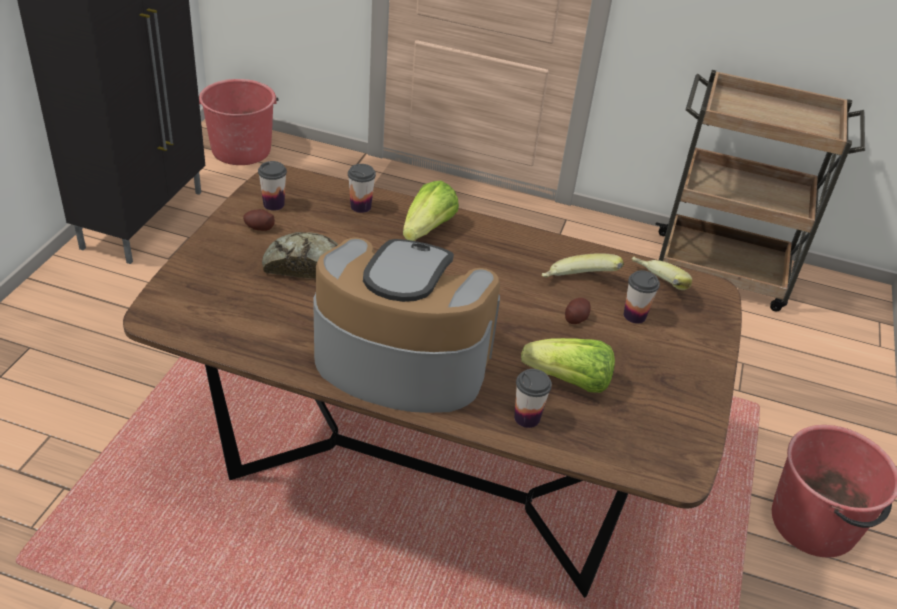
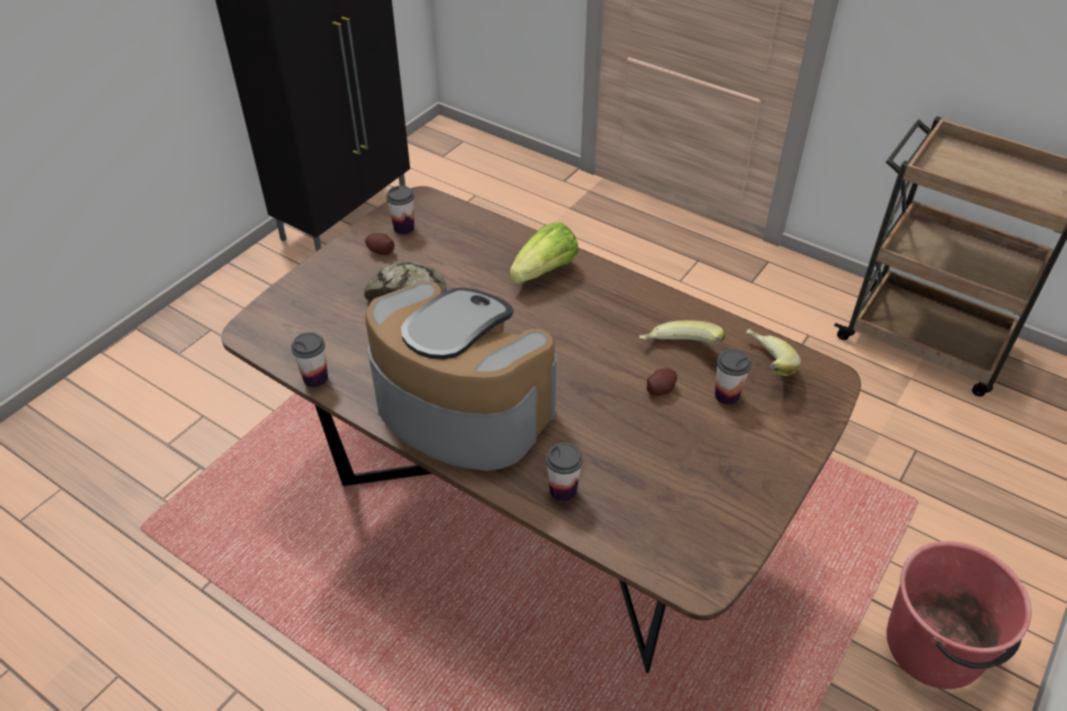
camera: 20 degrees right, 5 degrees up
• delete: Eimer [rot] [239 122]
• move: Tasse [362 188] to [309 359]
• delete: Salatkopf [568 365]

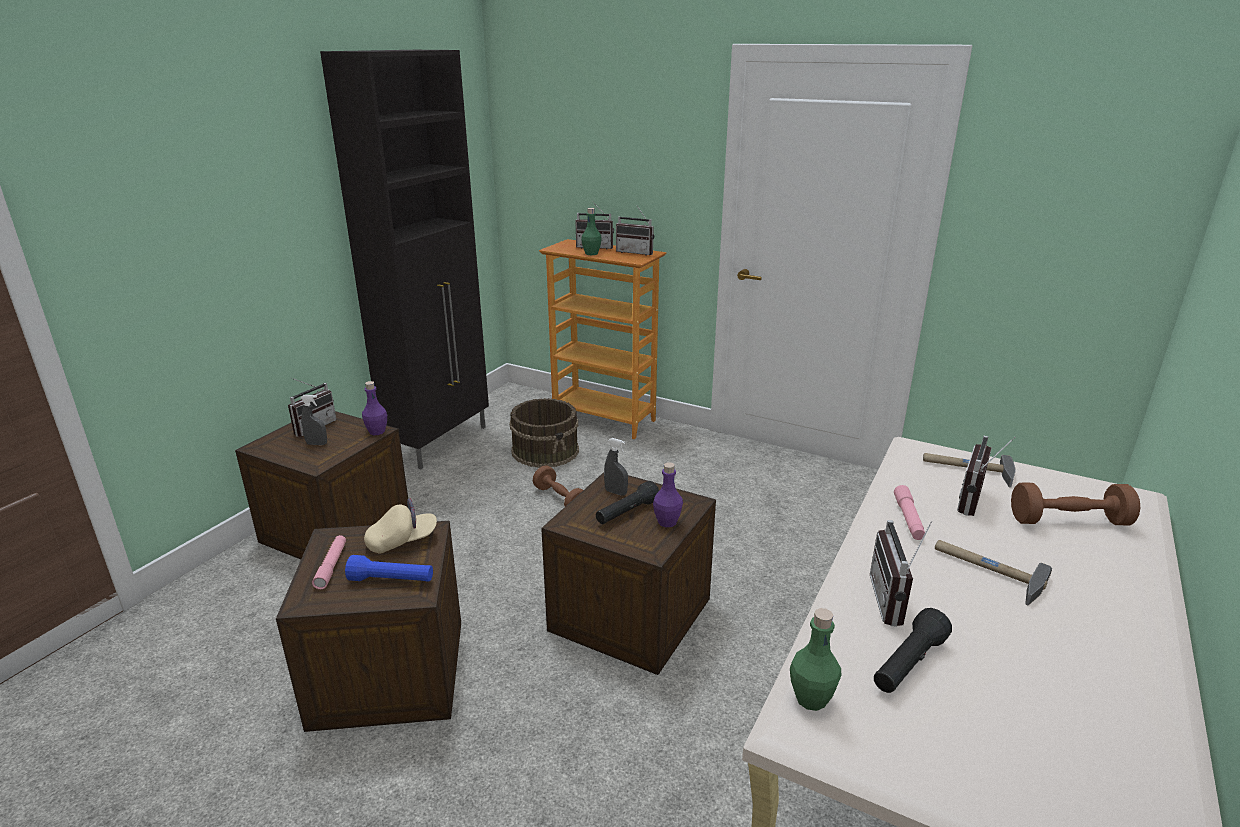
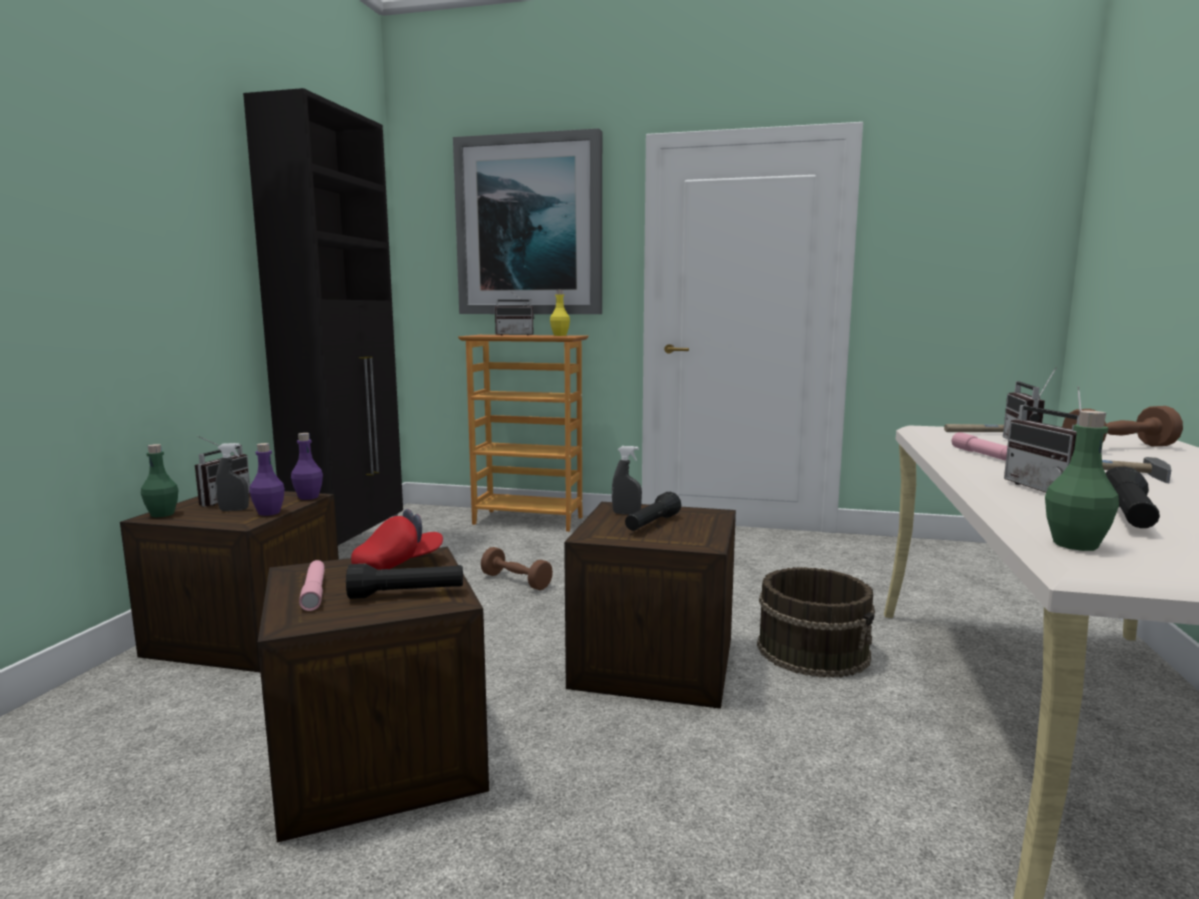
camera: 15 degrees left, 15 degrees down
• recolor: Taschenlampe [blau] [389 568] to Taschenlampe [schwarz] [404 581]
• recolor: Kappe [beige] [400 525] to Kappe [rot] [397 539]
• move: Eimer [braun] [544 433] to [816 622]
• move: Flasche [grün] [591 231] to [159 480]
• replace: Radio [635 231] to Flasche [gelb] [560 313]
• move: Flasche [lila] [668 494] to [267 479]
• insert: Bild [527 221]

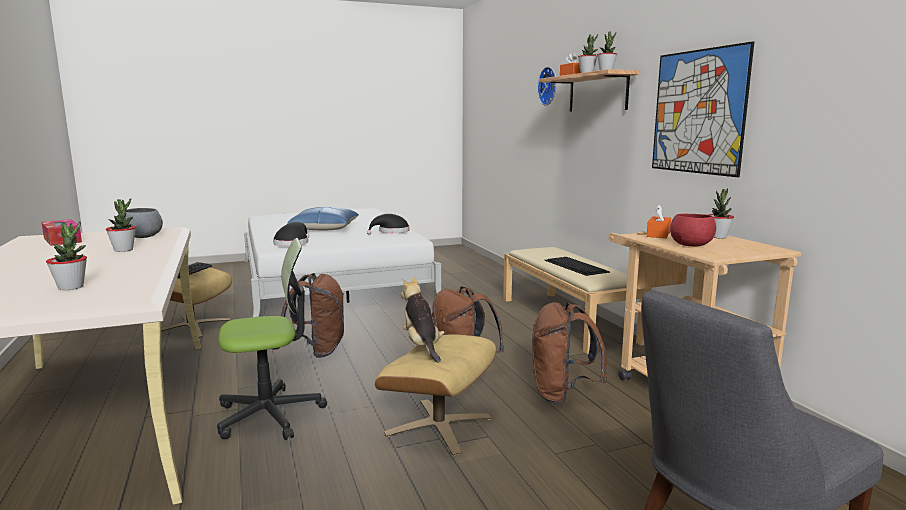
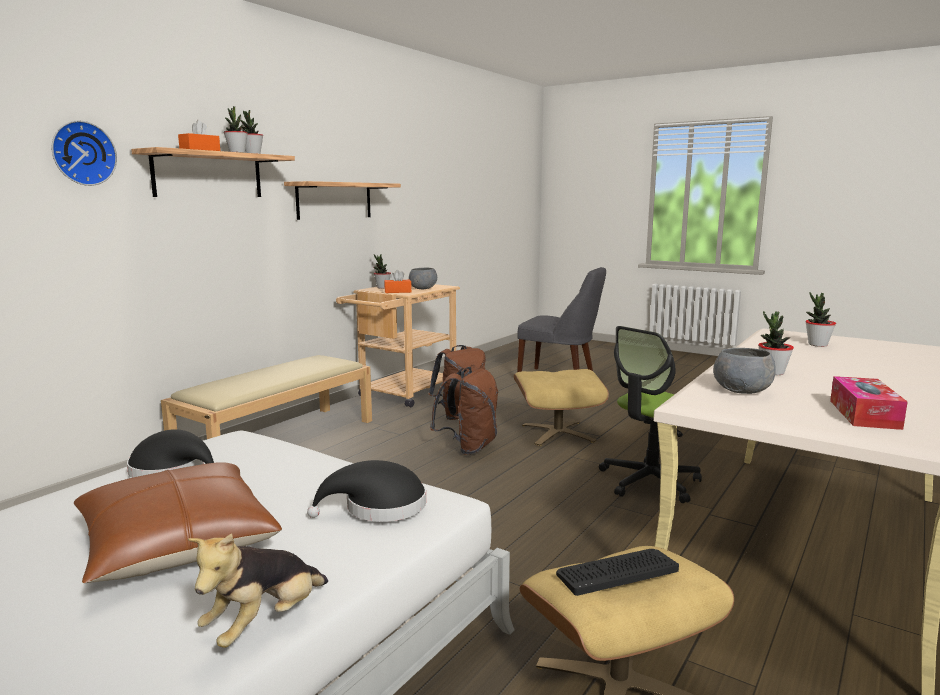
camera: 125 degrees left, 0 degrees up
• rotate: Bürostuhl [272 339] = [650 414] 75 degrees counterclockwise
• delete: Rucksack [braun] [312 315]
• recolor: Kissen [blau] [323 218] to Kissen [braun] [178 522]
• move: Plüschtier [422 320] to [258 590]
• delete: Tastatur [577 266]
• replace: Bild [703 109] to Wandregal [342 200]
• recolor: Schüssel [rot] [693 230] to Schüssel [grau] [423 278]

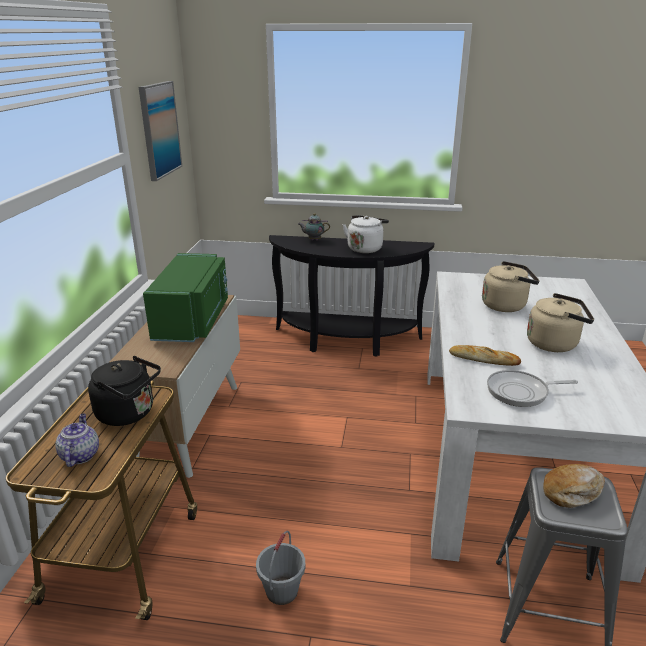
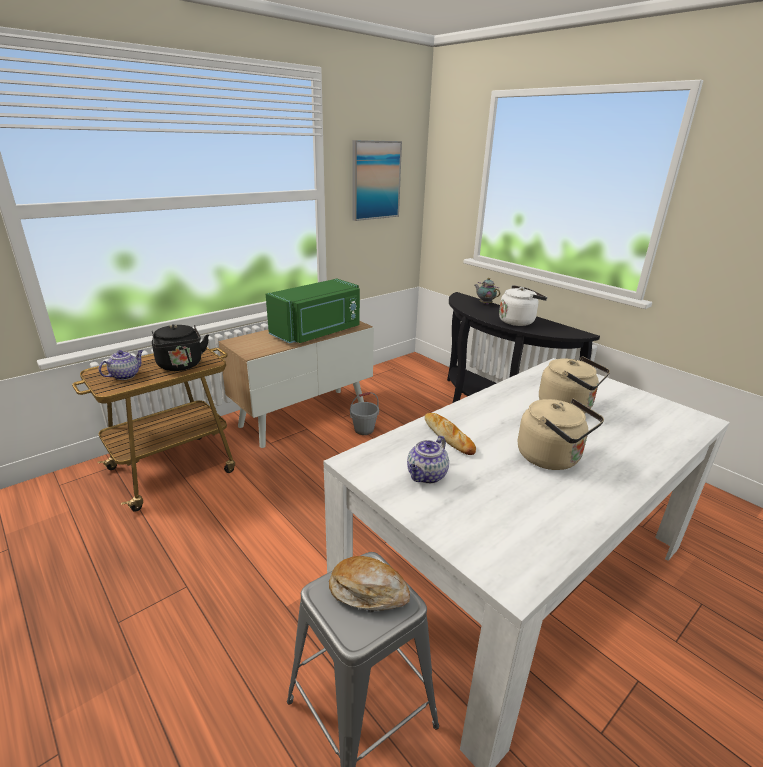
camera: 40 degrees right, 0 degrees up
• move: Eimer [grau] [280 568] to [364 413]
• replace: Pfanne [532 388] to Teekanne [428 460]

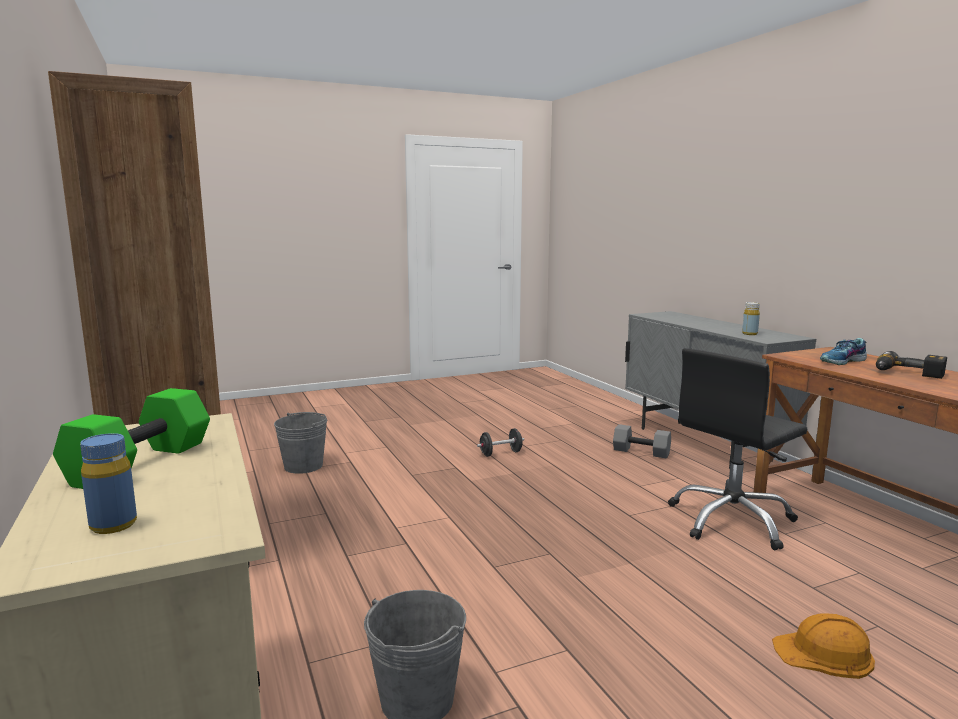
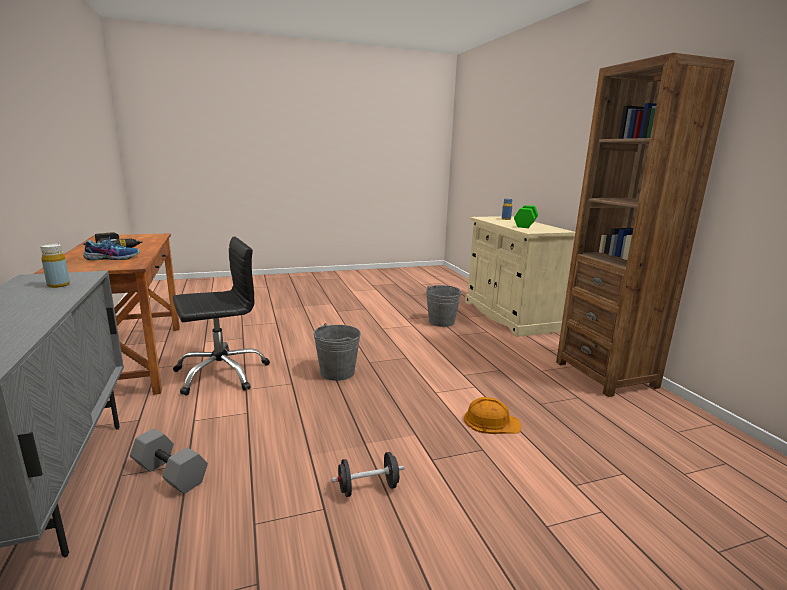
camera: 175 degrees left, 5 degrees up
• move: Eimer [grau] [300 443] to [337 352]
• move: Schutzhelm [orange] [823 646] to [492 415]

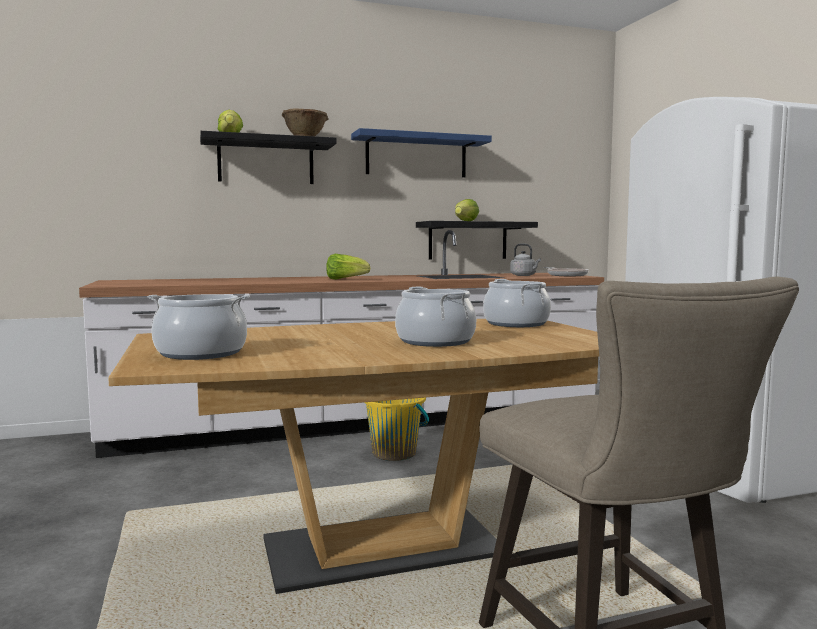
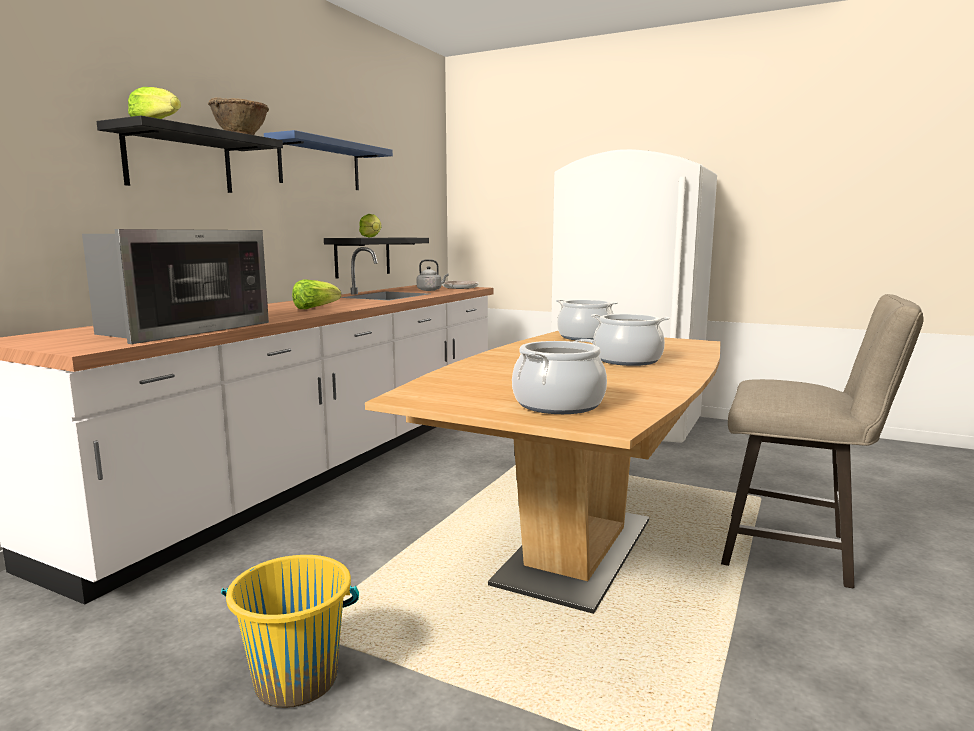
camera: 45 degrees left, 5 degrees up
• move: Eimer [gelb] [396 429] to [290 631]
• insert: Mikrowelle [175 286]

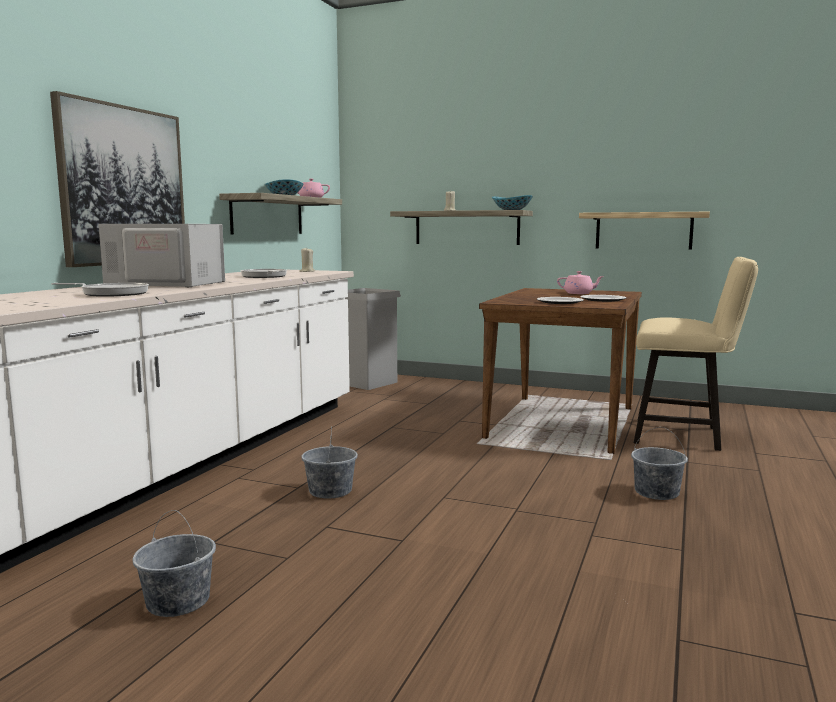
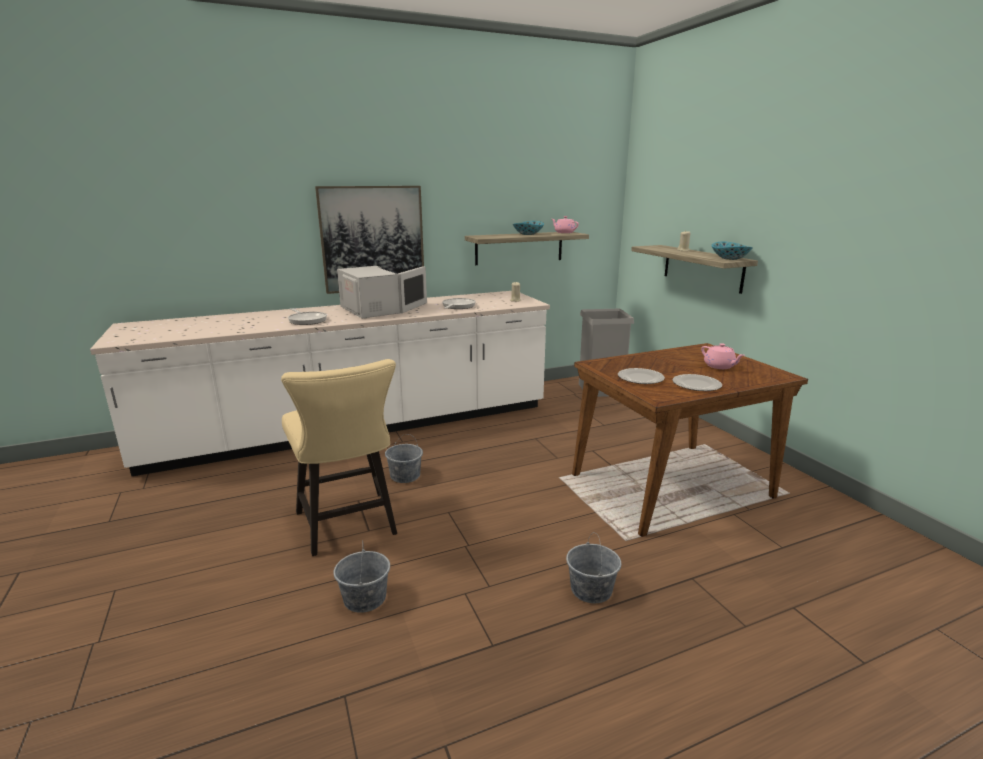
camera: 45 degrees right, 10 degrees up
• move: Eimer [grau] [174 563] to [361 576]
• delete: Wandregal [644 230]
• move: Stuhl [beige] [696 354] to [339 457]

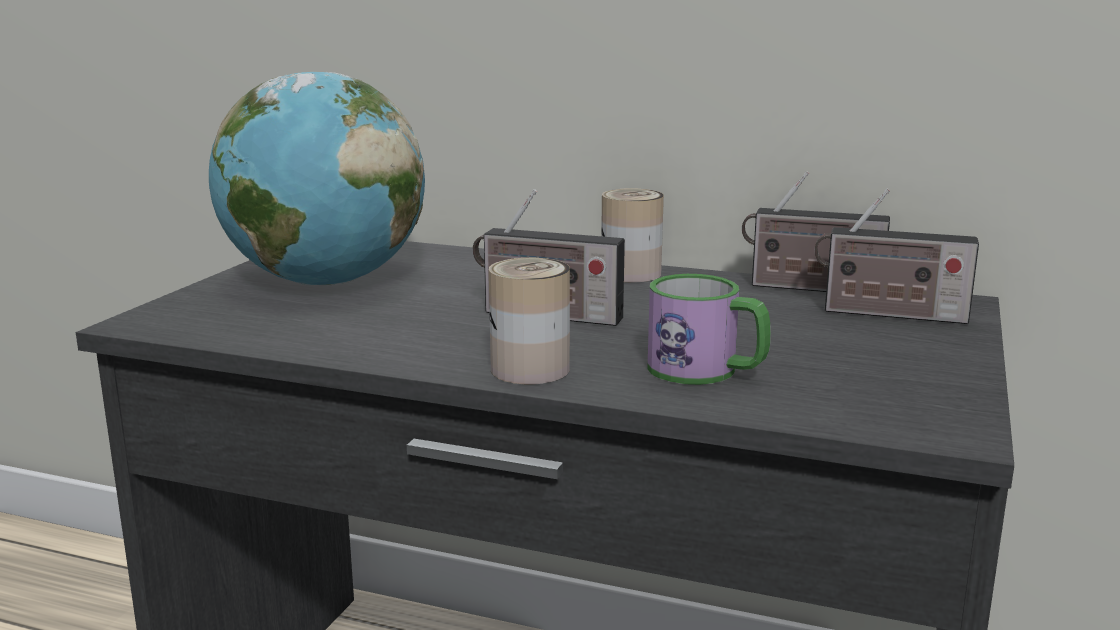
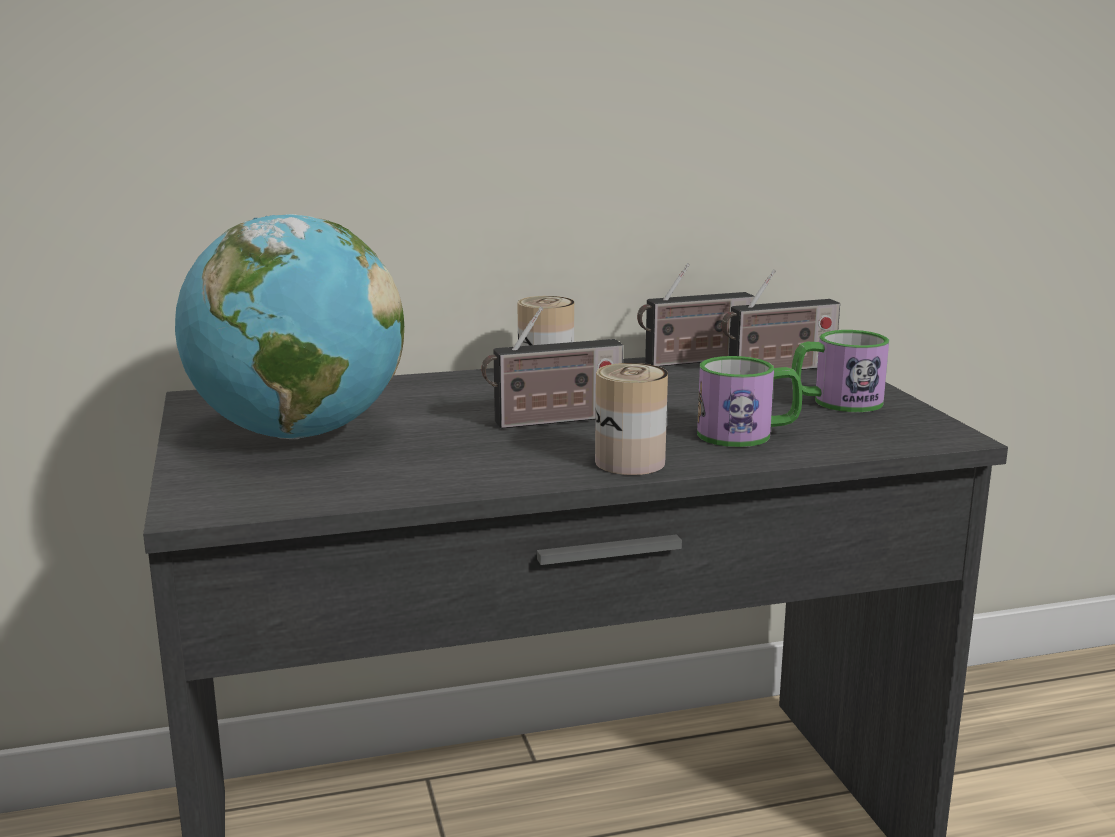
camera: 35 degrees left, 0 degrees up
• insert: Henkelbecher [840 371]

